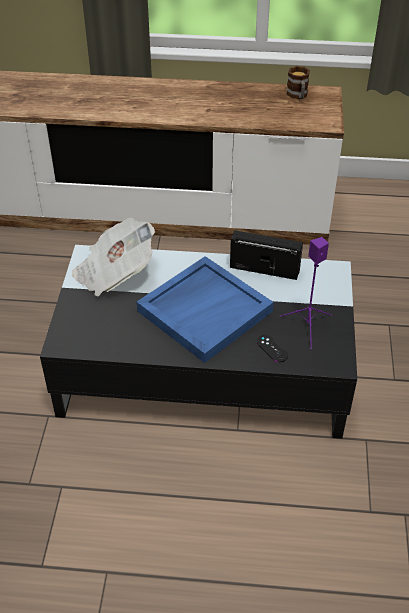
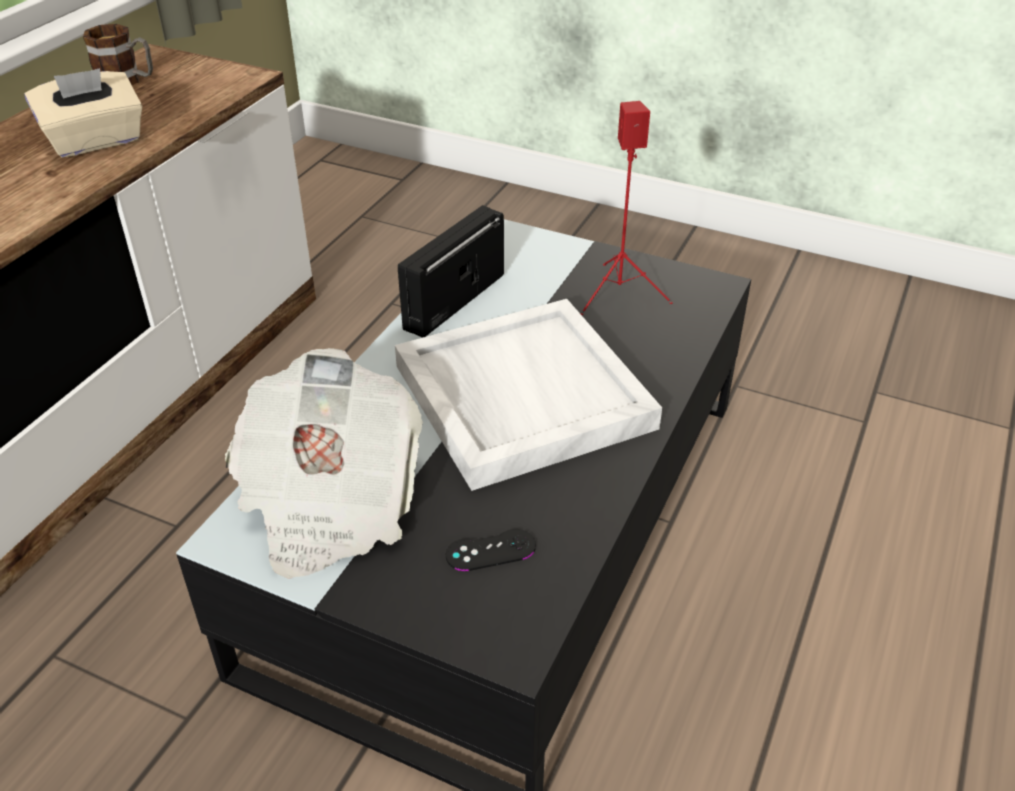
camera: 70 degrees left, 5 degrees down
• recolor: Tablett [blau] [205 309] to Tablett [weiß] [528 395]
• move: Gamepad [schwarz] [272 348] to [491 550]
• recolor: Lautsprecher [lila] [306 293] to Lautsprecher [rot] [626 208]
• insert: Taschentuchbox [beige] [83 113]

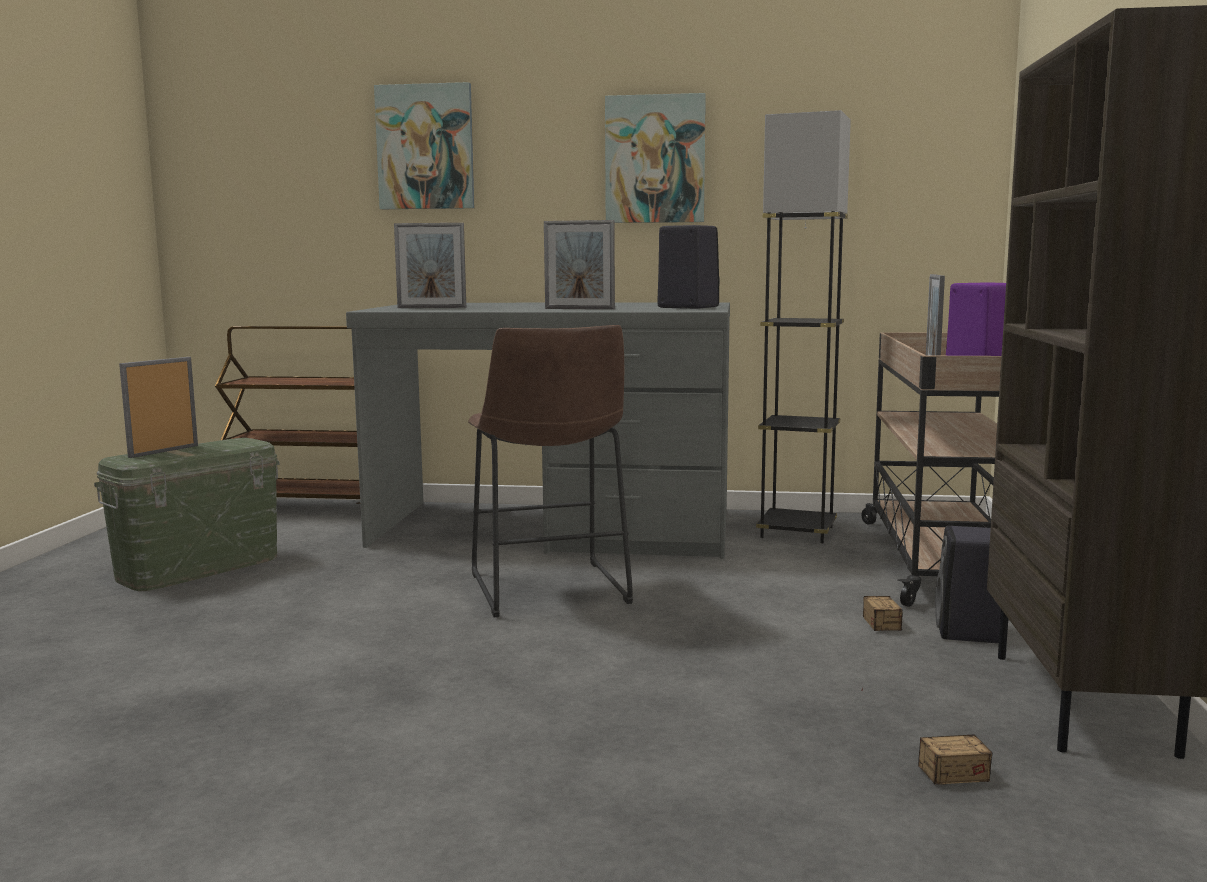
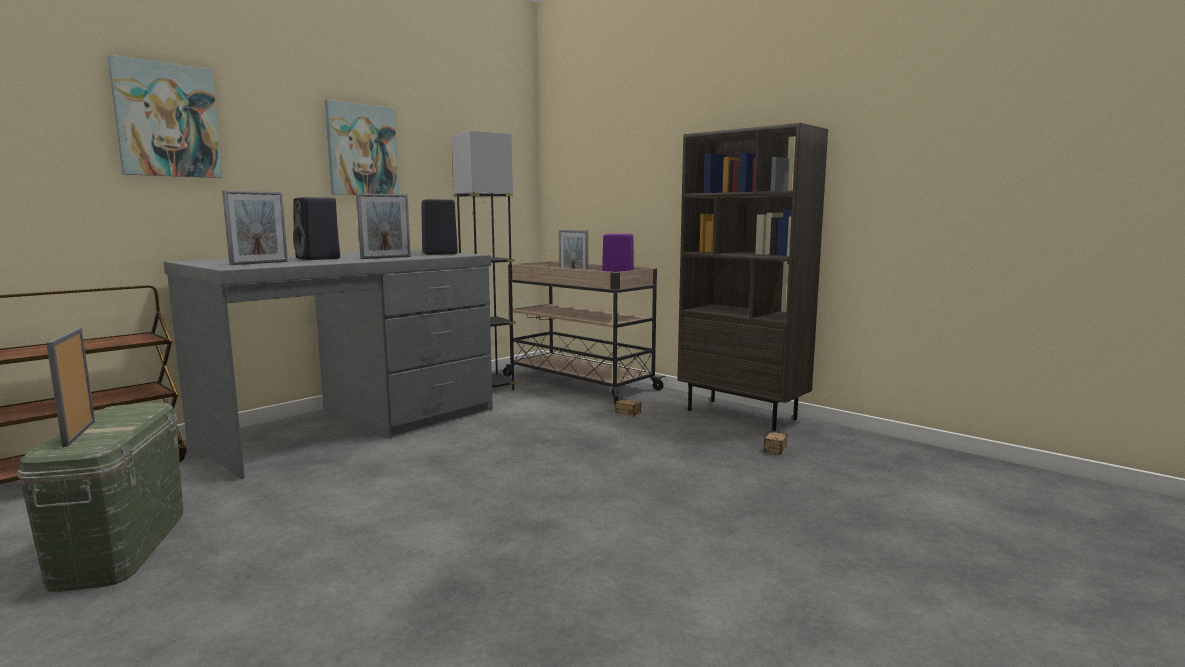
camera: 55 degrees left, 0 degrees up
• delete: Hocker [braun] [550 471]
• move: Lautsprecher [schwarz] [968 584] to [316 228]

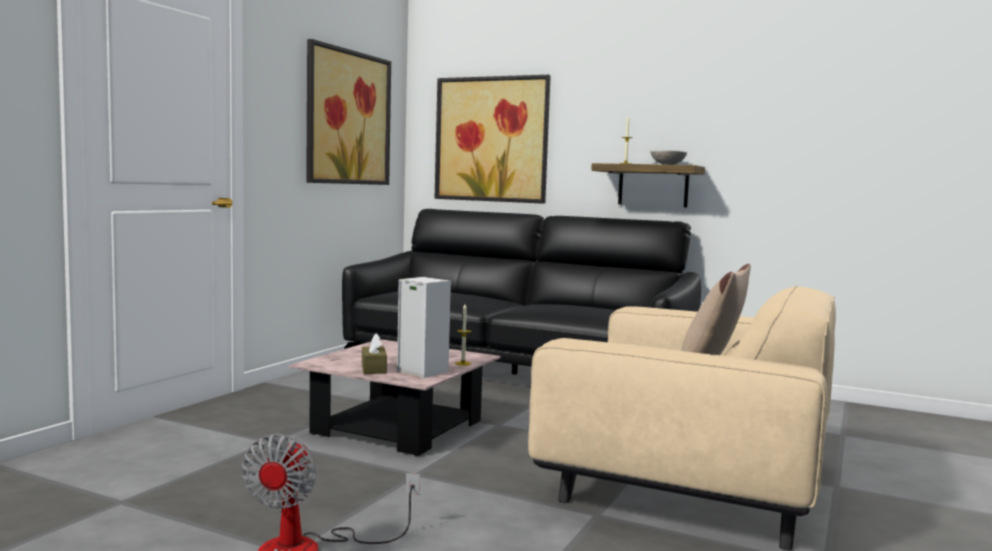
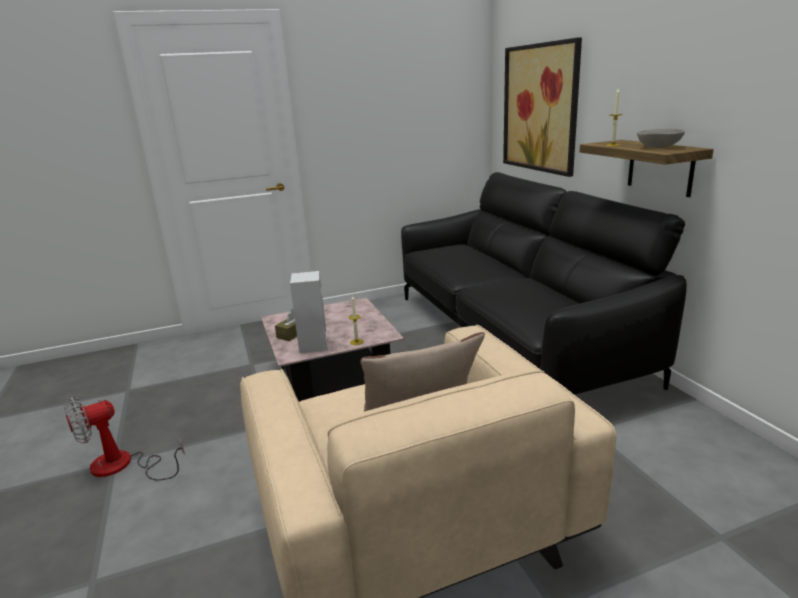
camera: 45 degrees right, 15 degrees up
• delete: Bild [348 112]

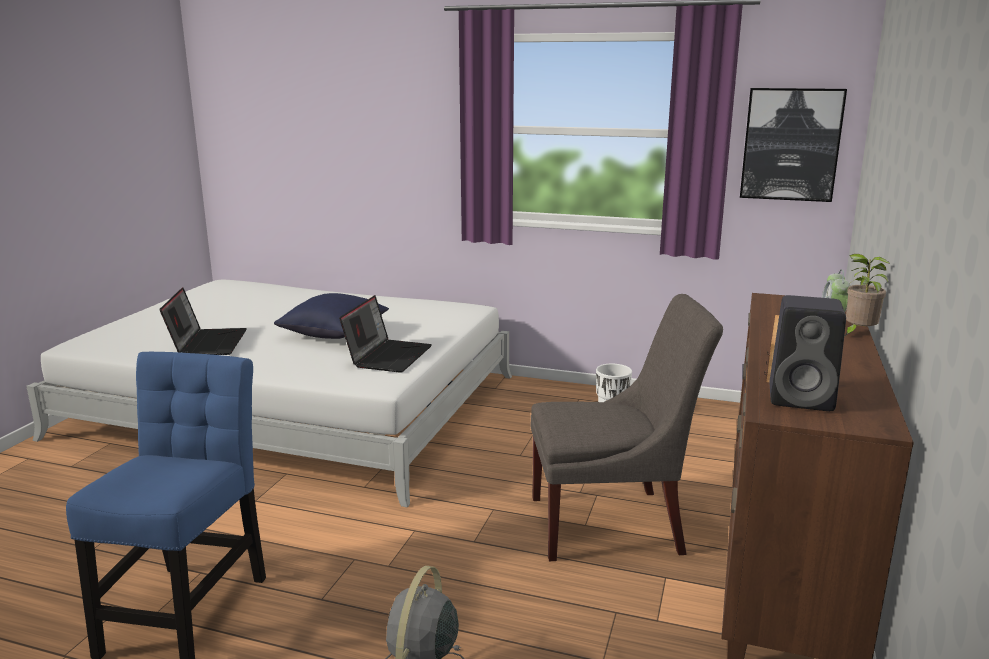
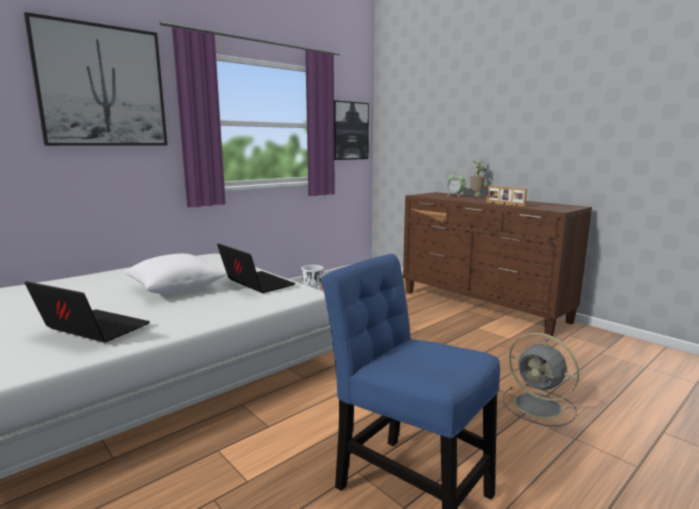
camera: 60 degrees left, 5 degrees down
• recolor: Kissen [blau] [331 316] to Kissen [weiß] [175 273]
• delete: Stuhl [grau] [627 427]
• delete: Lautsprecher [schwarz] [807 353]
• insert: Bild [95 79]

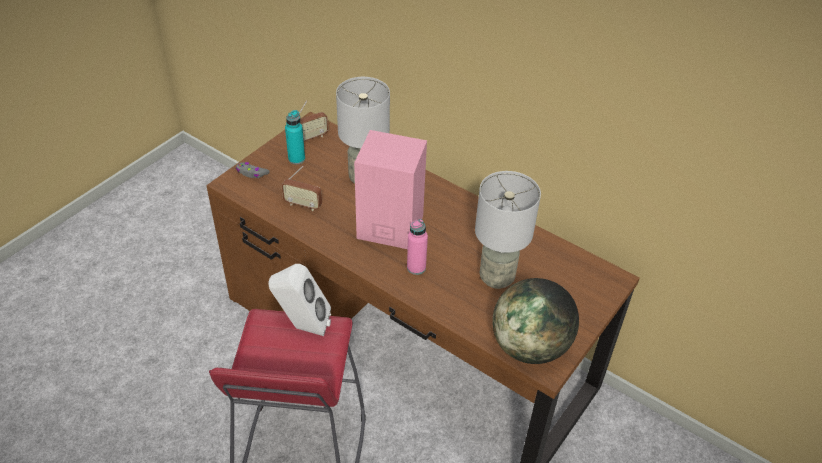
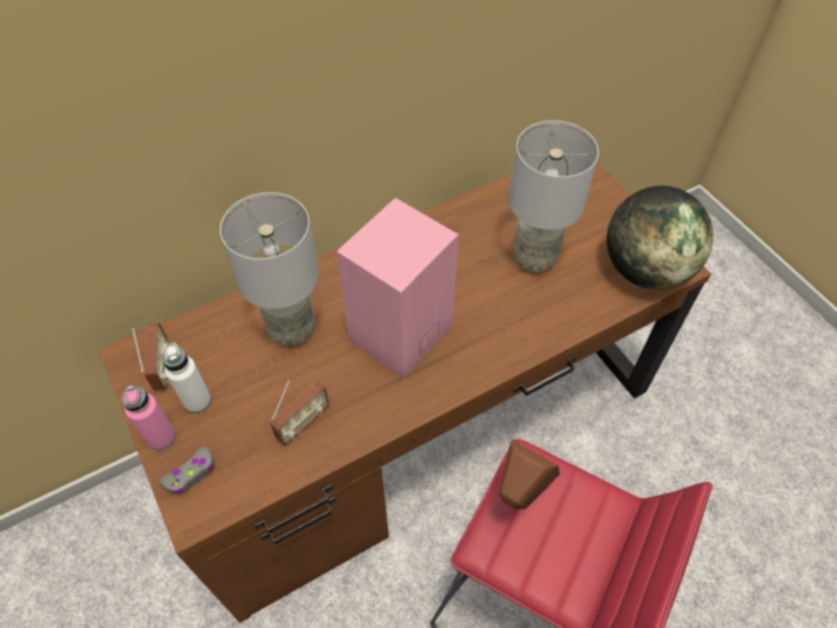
camera: 65 degrees left, 10 degrees up
• recolor: Lautsprecher [weiß] [299 300] to Lautsprecher [braun] [529 474]
• recolor: Flasche [türkis] [295 137] to Flasche [weiß] [186 378]
• move: Flasche [rosa] [417 247] to [149 418]

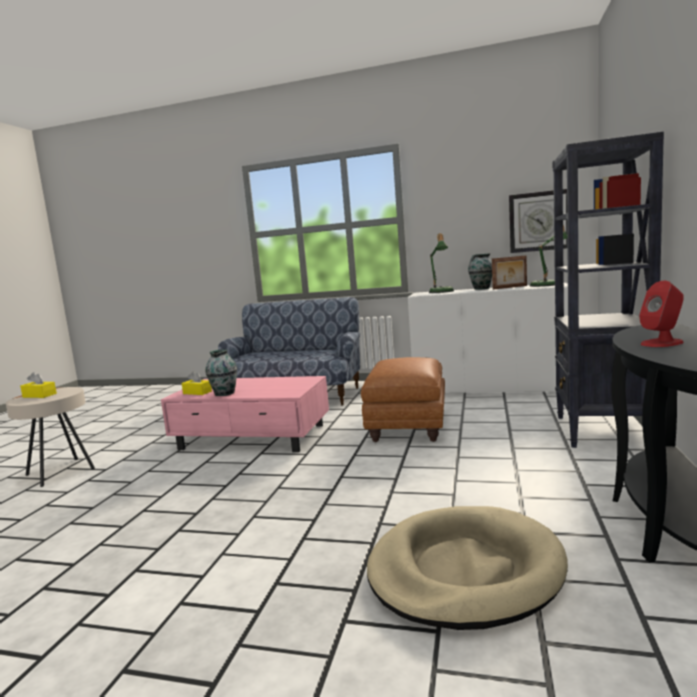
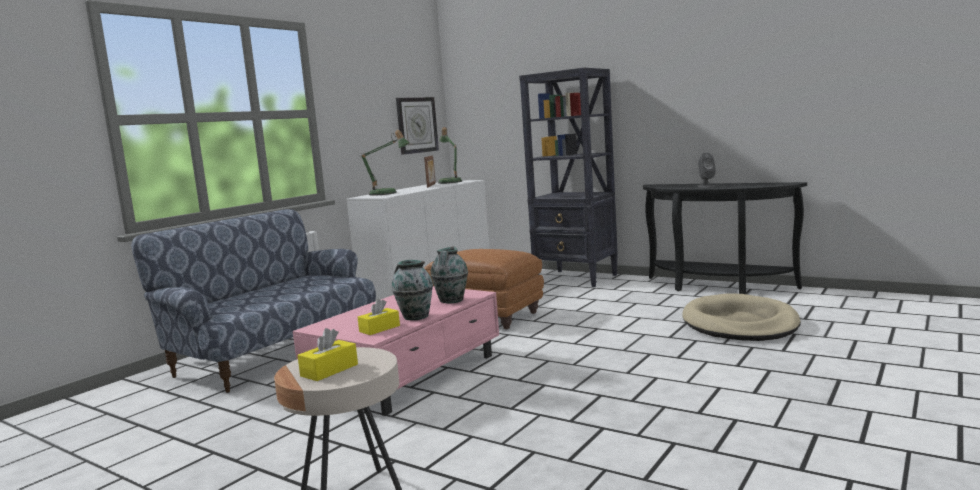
camera: 70 degrees left, 0 degrees up
• move: Vase [480 271] to [449 274]
• recolor: Lautsprecher [rot] [661 314] to Lautsprecher [grau] [706 170]

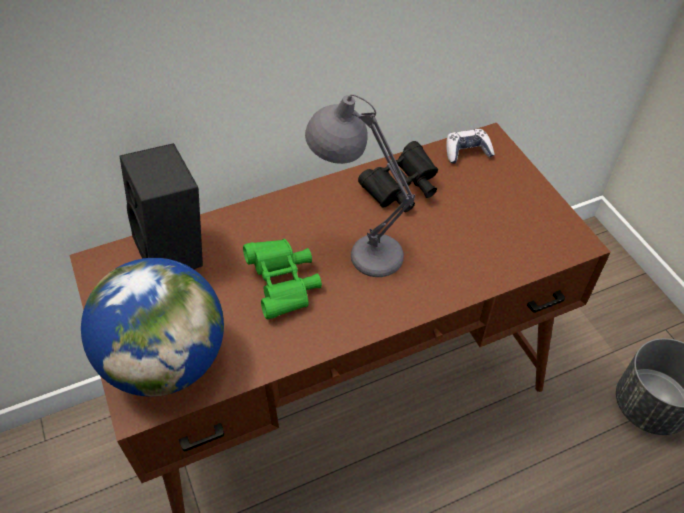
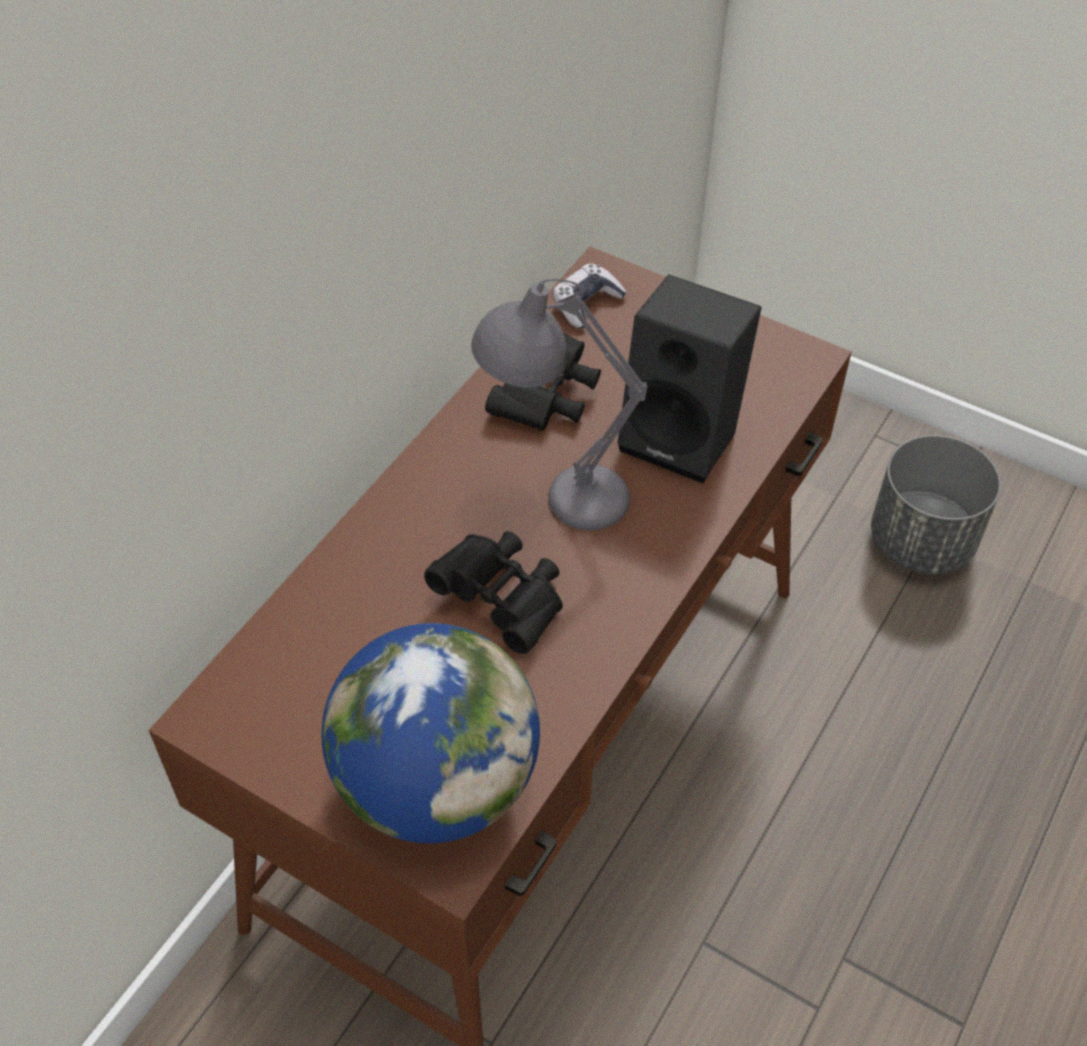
camera: 35 degrees left, 0 degrees up
• move: Lautsprecher [schwarz] [161 206] to [689 378]
• recolor: Fernglas [grün] [282 279] to Fernglas [schwarz] [493 592]

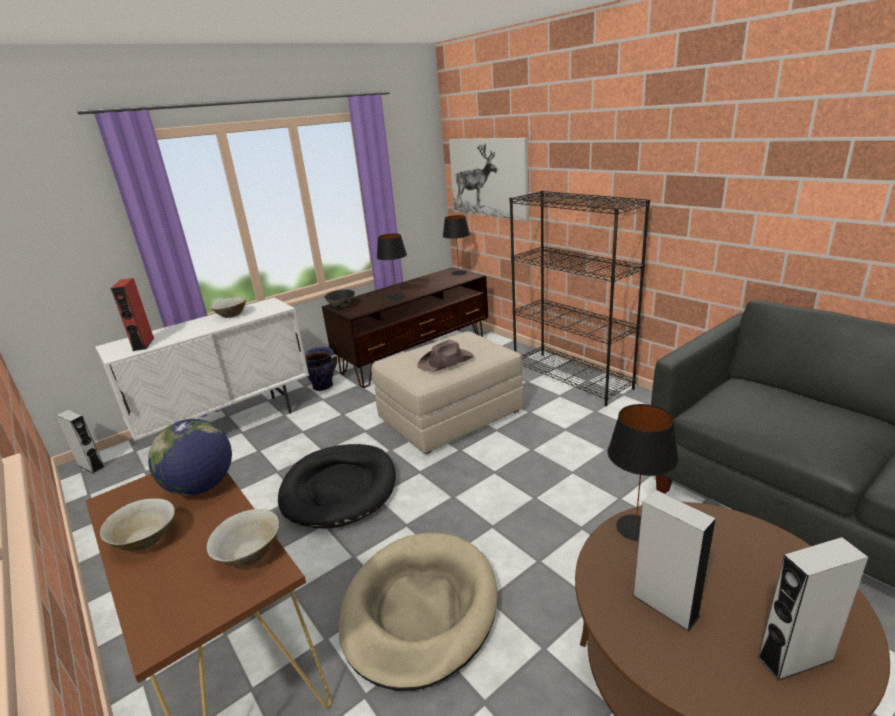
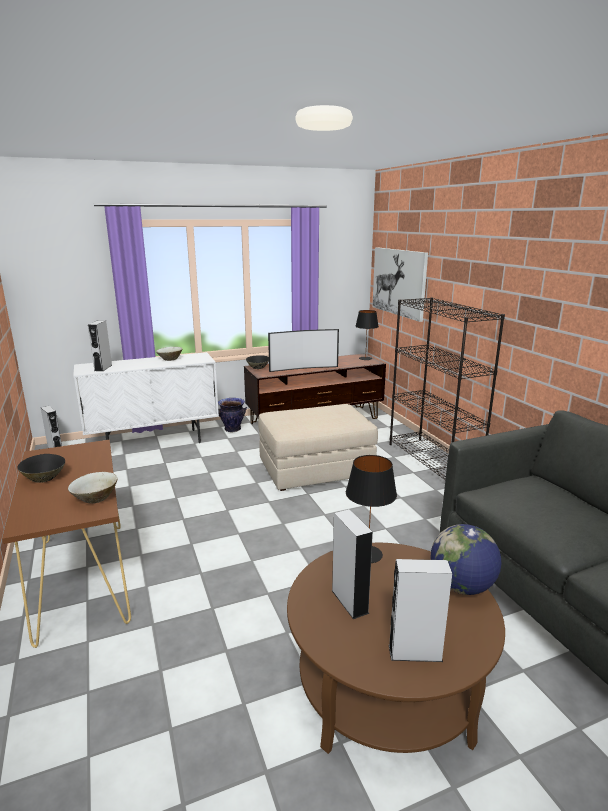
camera: 15 degrees right, 5 degrees down
• recolor: Schüssel [beige] [137 524] to Schüssel [schwarz] [41 468]
• recolor: Lautsprecher [rot] [132 314] to Lautsprecher [grau] [100 345]
• move: Globus [190 457] to [466 559]
• delete: Hundebett [schwarz] [337 486]
• delete: Hundebett [beige] [418 612]
• replace: Tischlampe [schwarz] [392 267] to Fernseher [303 350]
• delete: Hut [braun] [445 356]

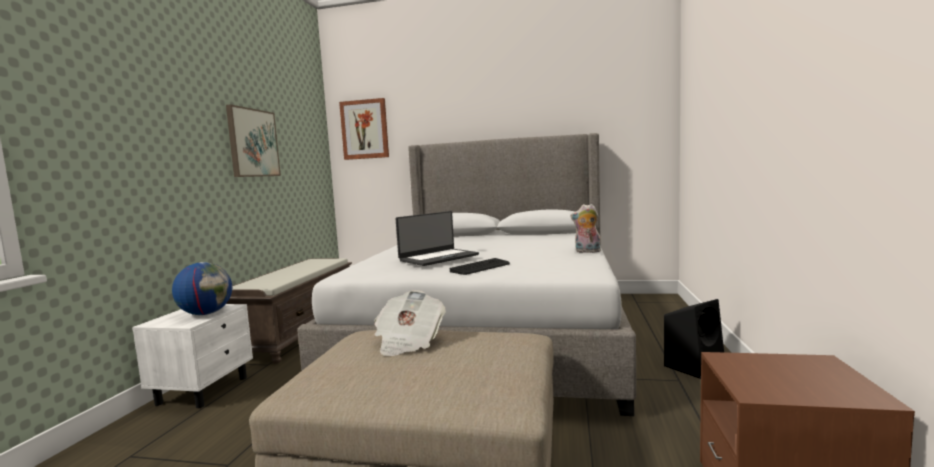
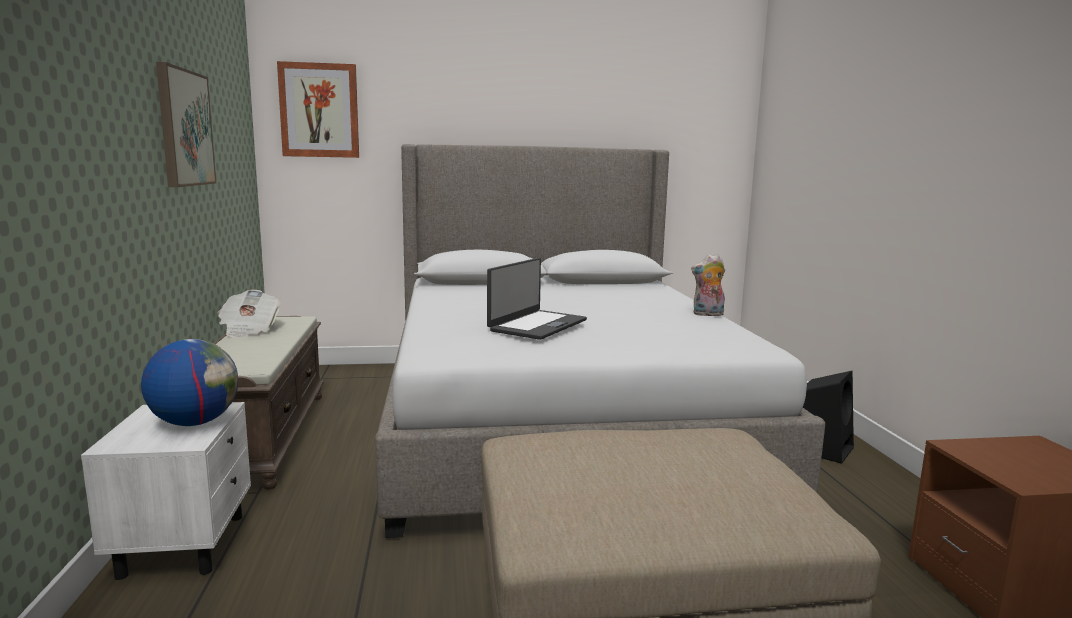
camera: 20 degrees left, 5 degrees up
• move: Zeitung [410 323] to [249 314]
• delete: Tastatur [480 266]

